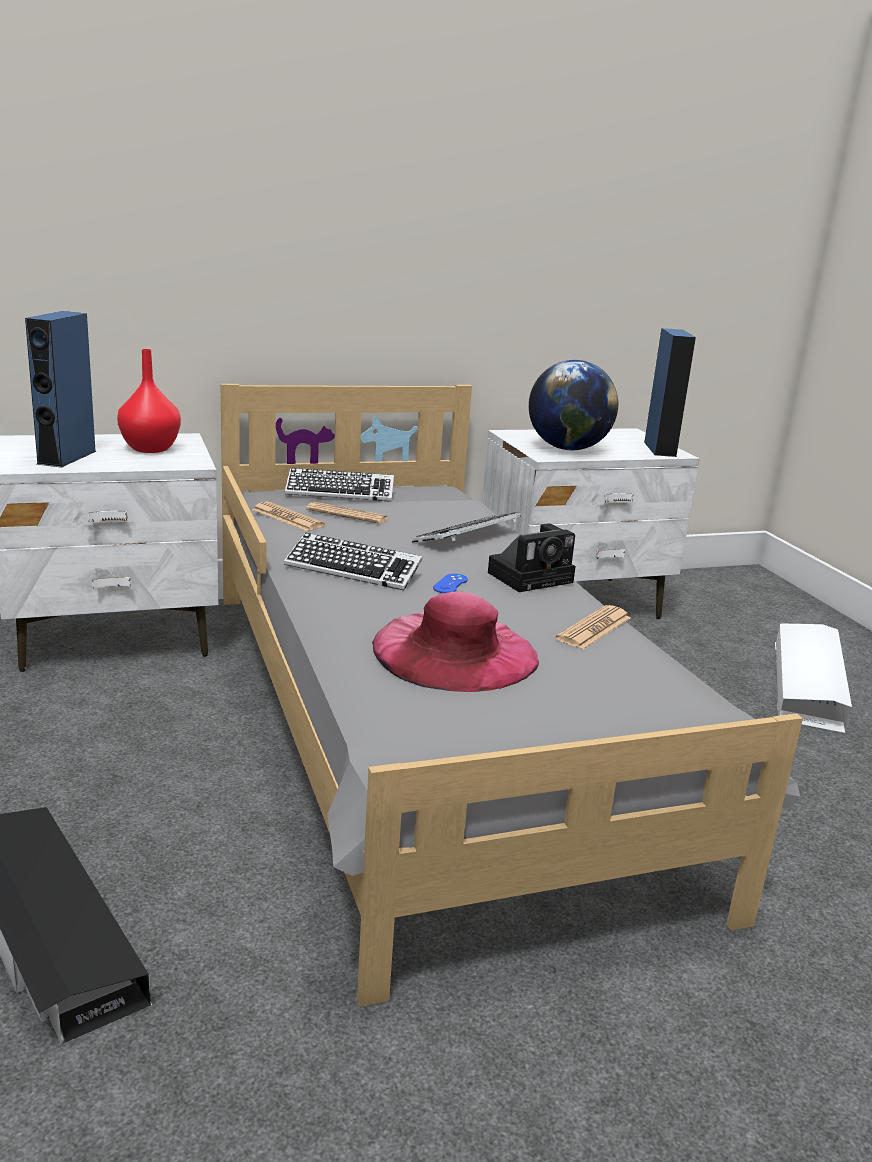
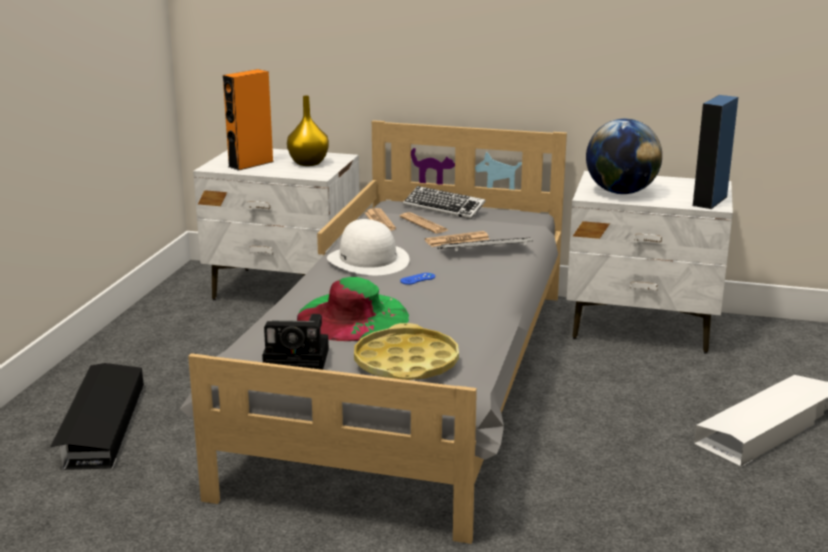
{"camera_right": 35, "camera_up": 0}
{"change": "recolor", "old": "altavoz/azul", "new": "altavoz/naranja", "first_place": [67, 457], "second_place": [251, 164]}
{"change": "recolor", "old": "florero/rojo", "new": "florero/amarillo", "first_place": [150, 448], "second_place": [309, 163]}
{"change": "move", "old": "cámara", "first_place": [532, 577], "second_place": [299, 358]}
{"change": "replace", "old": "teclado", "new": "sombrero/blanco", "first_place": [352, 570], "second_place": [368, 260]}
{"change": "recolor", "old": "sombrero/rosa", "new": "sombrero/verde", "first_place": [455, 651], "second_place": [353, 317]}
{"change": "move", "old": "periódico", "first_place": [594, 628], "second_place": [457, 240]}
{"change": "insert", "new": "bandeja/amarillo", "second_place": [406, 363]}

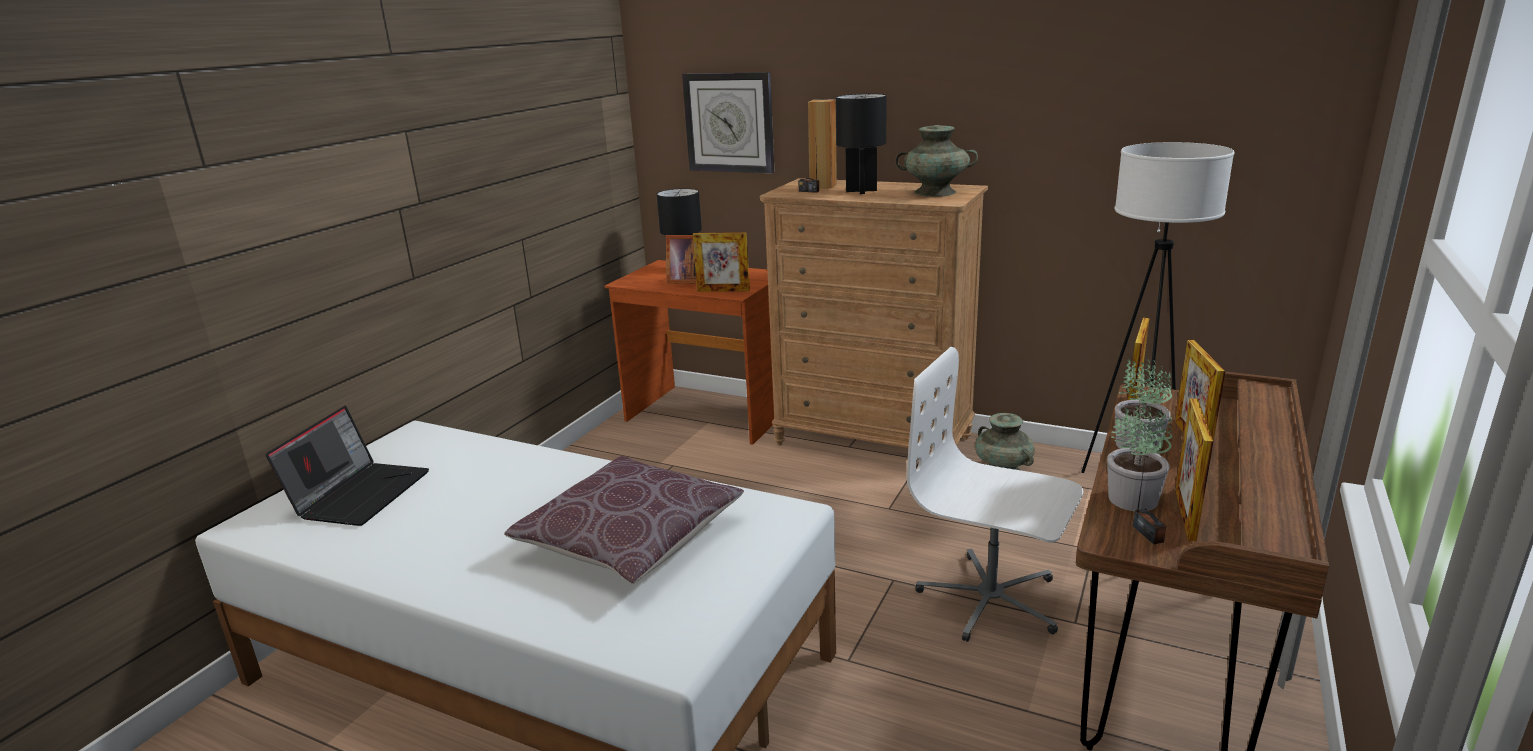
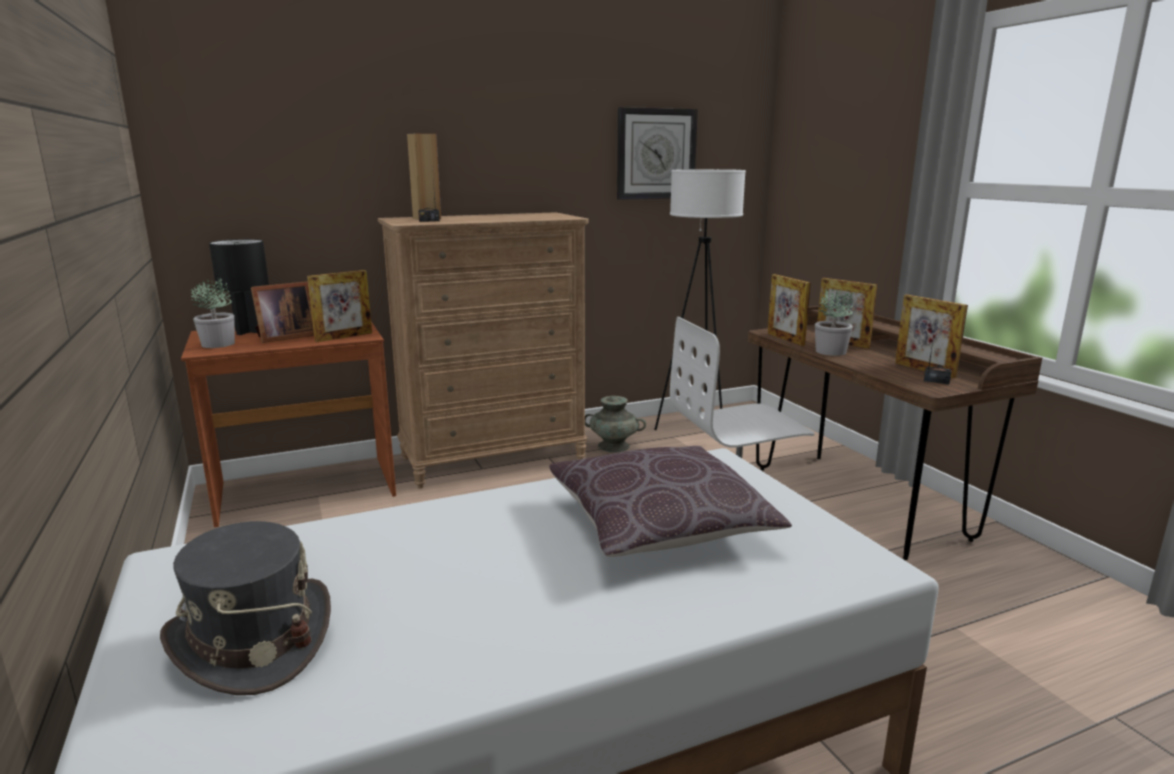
{"camera_right": -50, "camera_up": -5}
{"change": "move", "old": "reloj de pared", "first_place": [729, 122], "second_place": [656, 154]}
{"change": "delete", "old": "lámpara de mesa/negro", "first_place": [860, 191]}
{"change": "delete", "old": "florero/turquesa", "first_place": [935, 192]}
{"change": "move", "old": "planta en maceta", "first_place": [1134, 499], "second_place": [219, 344]}
{"change": "replace", "old": "portátil", "new": "sombrero/gris", "first_place": [360, 493], "second_place": [252, 641]}

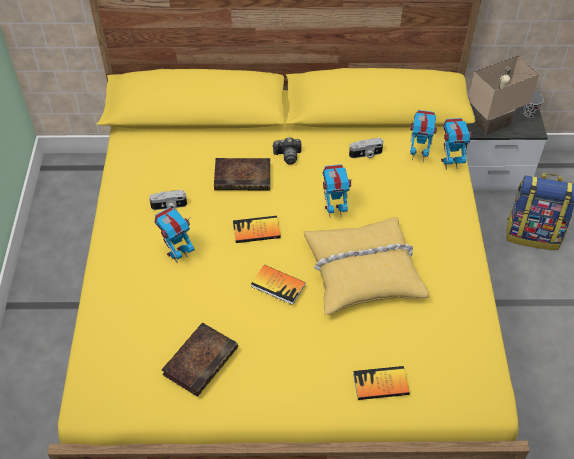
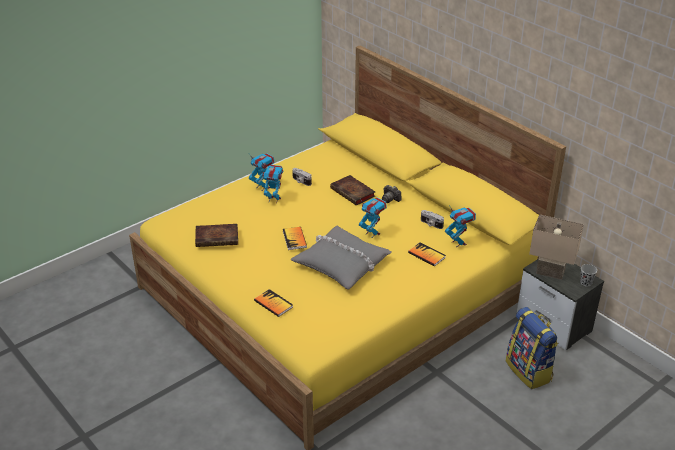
{"camera_right": 50, "camera_up": -15}
{"change": "move", "old": "robot de juguete", "first_place": [450, 163], "second_place": [262, 187]}
{"change": "move", "old": "libro", "first_place": [256, 230], "second_place": [426, 255]}
{"change": "recolor", "old": "cojín/amarillo", "new": "cojín/gris", "first_place": [362, 271], "second_place": [342, 263]}

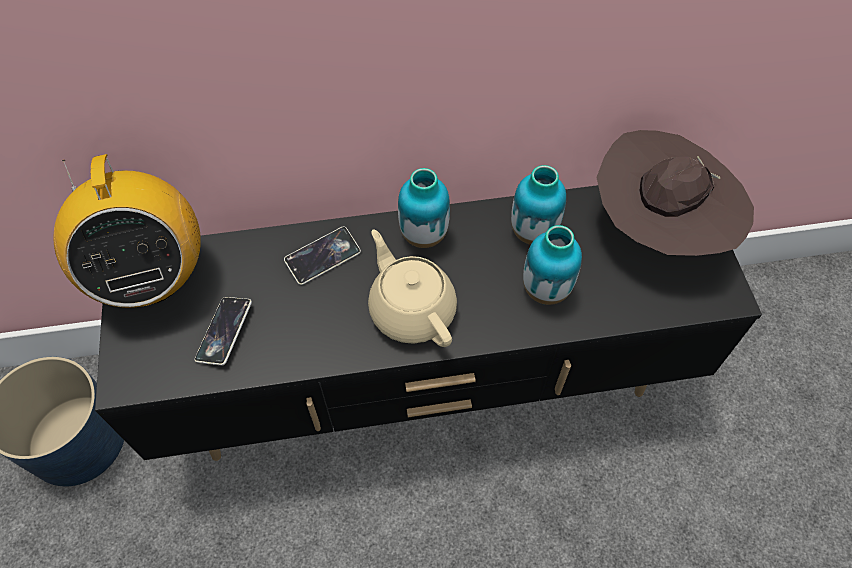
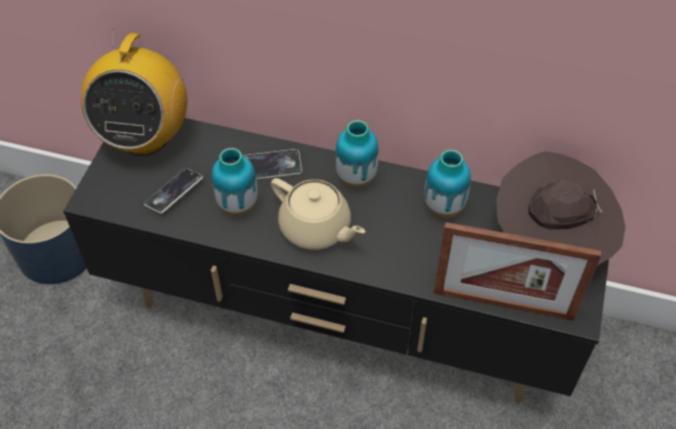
{"camera_right": 25, "camera_up": -5}
{"change": "move", "old": "florero", "first_place": [545, 290], "second_place": [238, 206]}
{"change": "rotate", "old": "tetera/beis", "first_place": [411, 310], "second_place": [316, 228], "degrees": 135}
{"change": "insert", "new": "portarretratos", "second_place": [503, 304]}

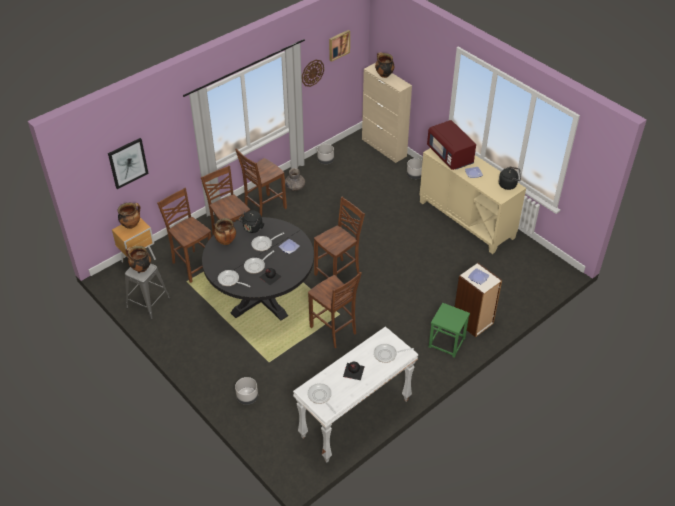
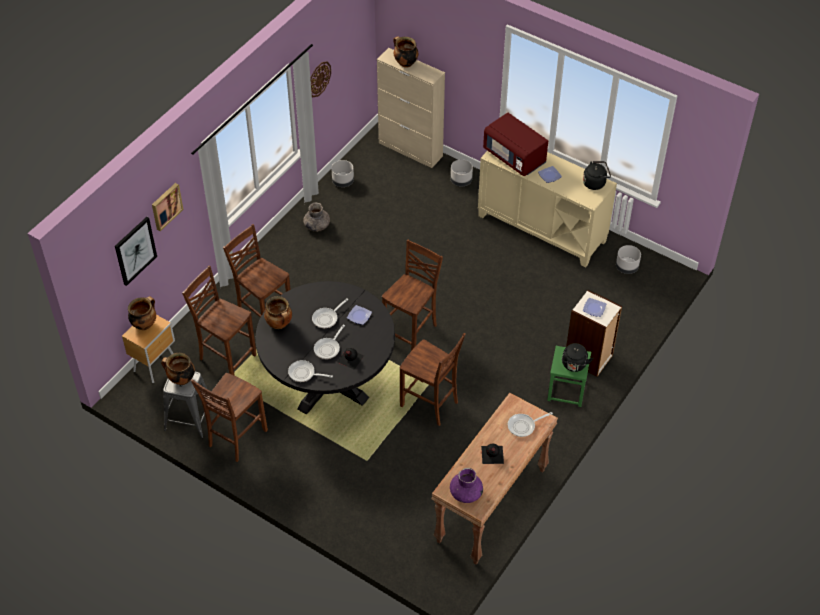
{"camera_right": -15, "camera_up": 5}
{"change": "move", "old": "cuadro", "first_place": [338, 45], "second_place": [166, 206]}
{"change": "move", "old": "silla/marrón", "first_place": [264, 209], "second_place": [236, 438]}
{"change": "move", "old": "hervidor/negro", "first_place": [252, 228], "second_place": [574, 365]}
{"change": "recolor", "old": "mesa consola/blanco", "new": "mesa consola/marrón", "first_place": [355, 419], "second_place": [492, 506]}
{"change": "move", "old": "maceta/gris", "first_place": [247, 397], "second_place": [627, 267]}
{"change": "replace", "old": "sartén", "new": "florero/morado", "first_place": [320, 397], "second_place": [465, 493]}

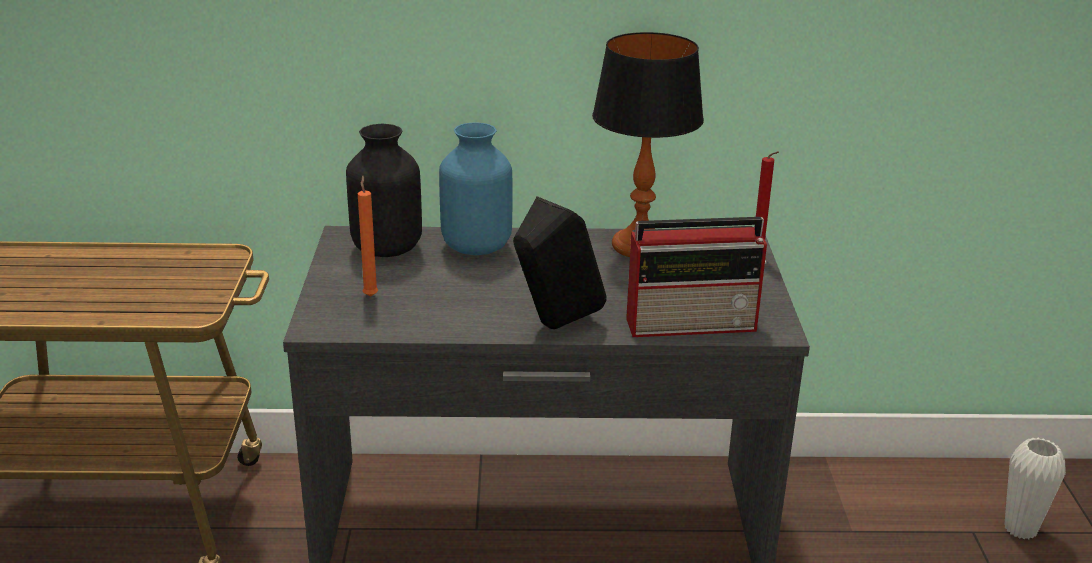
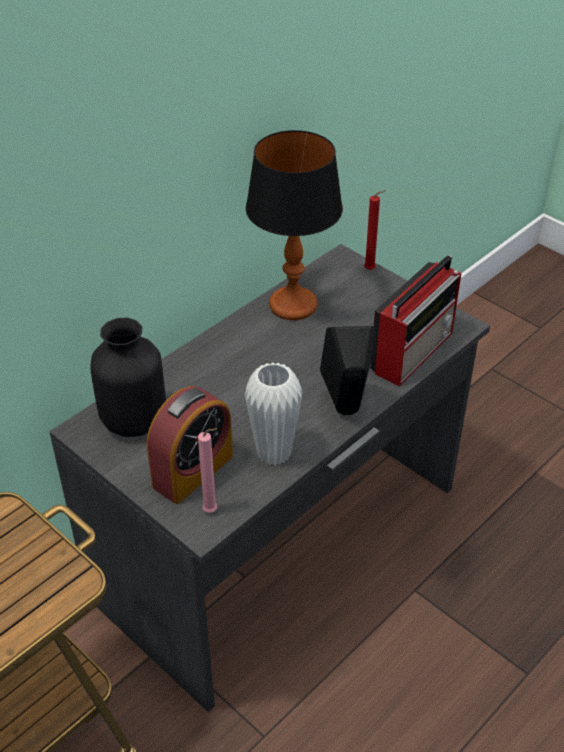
{"camera_right": -45, "camera_up": 15}
{"change": "delete", "old": "florero/azul", "first_place": [475, 247]}
{"change": "replace", "old": "vela/naranja", "new": "despertador", "first_place": [370, 295], "second_place": [193, 471]}
{"change": "move", "old": "florero/blanco", "first_place": [1020, 529], "second_place": [274, 453]}
{"change": "insert", "new": "vela/rosa", "second_place": [212, 511]}

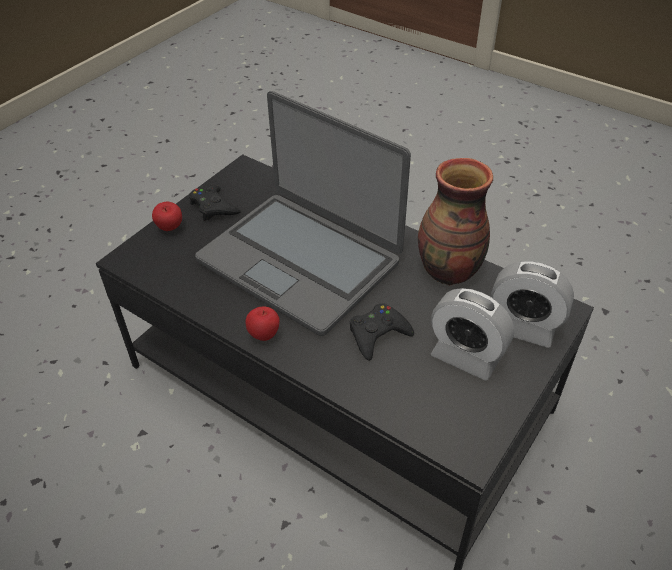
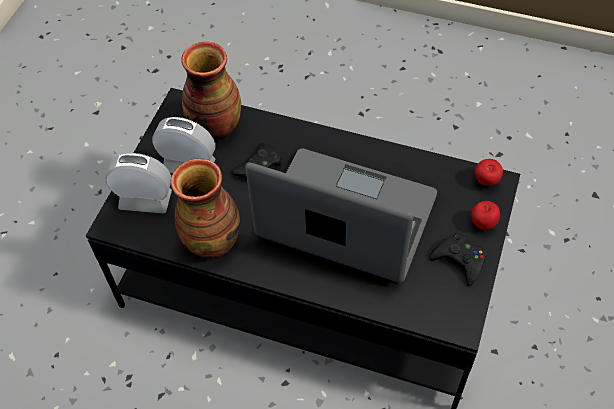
{"camera_right": 165, "camera_up": 10}
{"change": "move", "old": "manzana", "first_place": [264, 335], "second_place": [486, 181]}
{"change": "insert", "new": "florero", "second_place": [214, 127]}

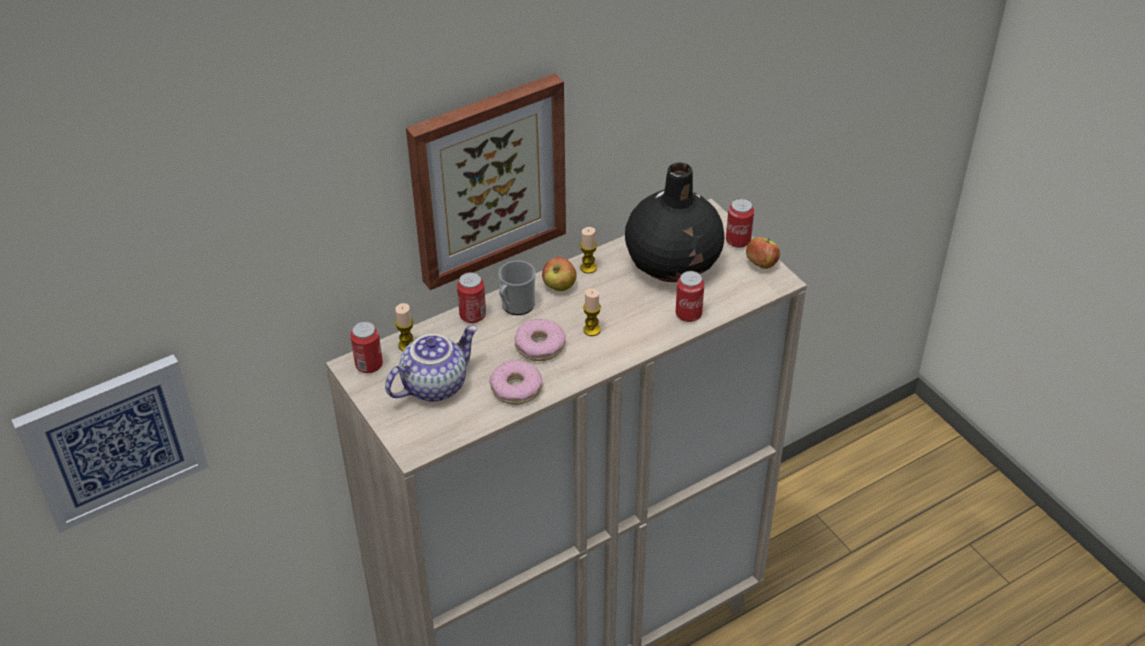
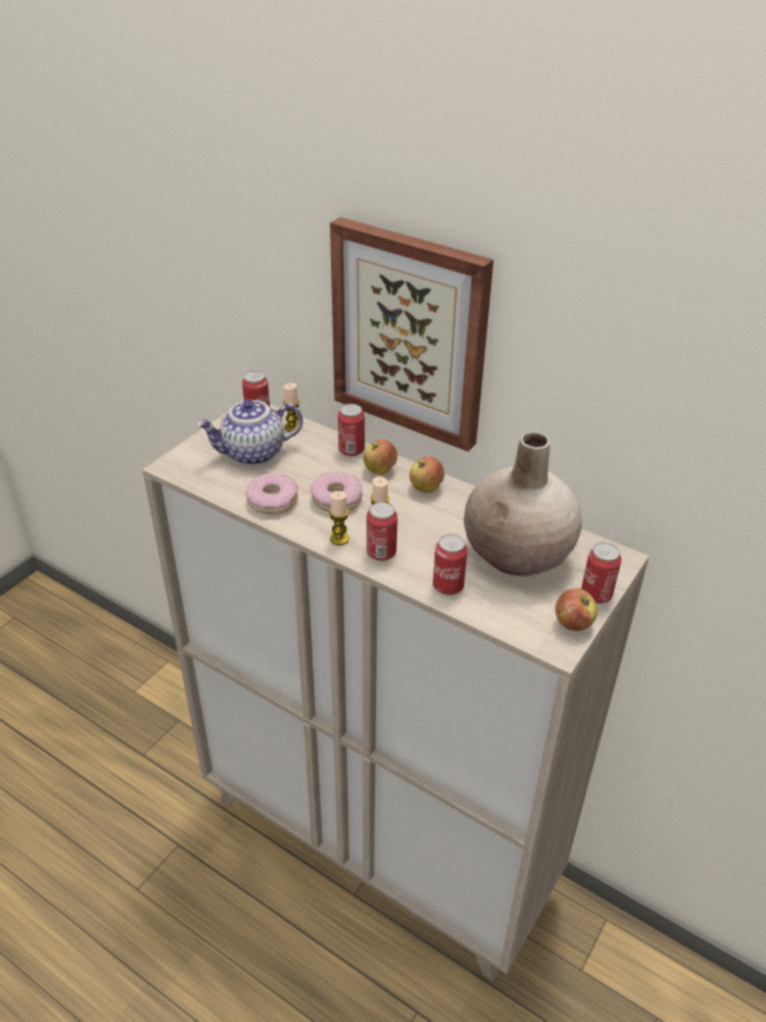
{"camera_right": 65, "camera_up": -5}
{"change": "recolor", "old": "florero/negro", "new": "florero/beis", "first_place": [673, 264], "second_place": [518, 554]}
{"change": "move", "old": "vela", "first_place": [588, 268], "second_place": [339, 539]}
{"change": "replace", "old": "taza grande", "new": "manzana", "first_place": [515, 306], "second_place": [380, 470]}
{"change": "rotate", "old": "tetera", "first_place": [434, 384], "second_place": [253, 454], "degrees": 135}
{"change": "delete", "old": "cuadro", "first_place": [113, 440]}
{"change": "insert", "new": "lata", "second_place": [381, 552]}

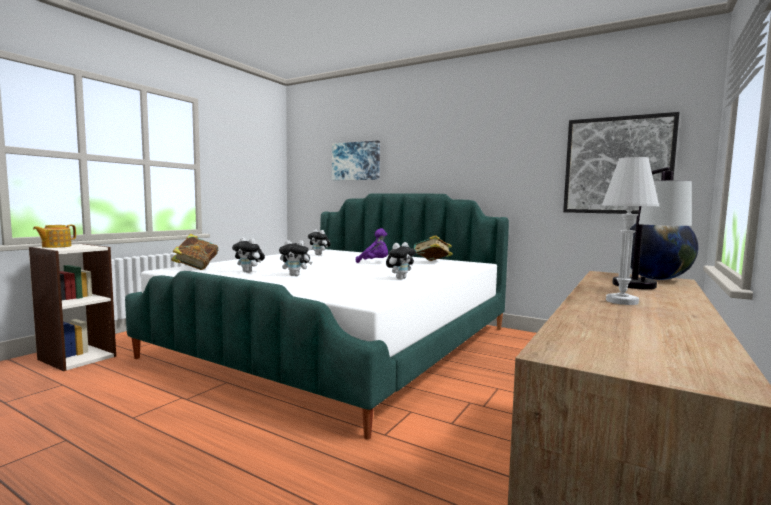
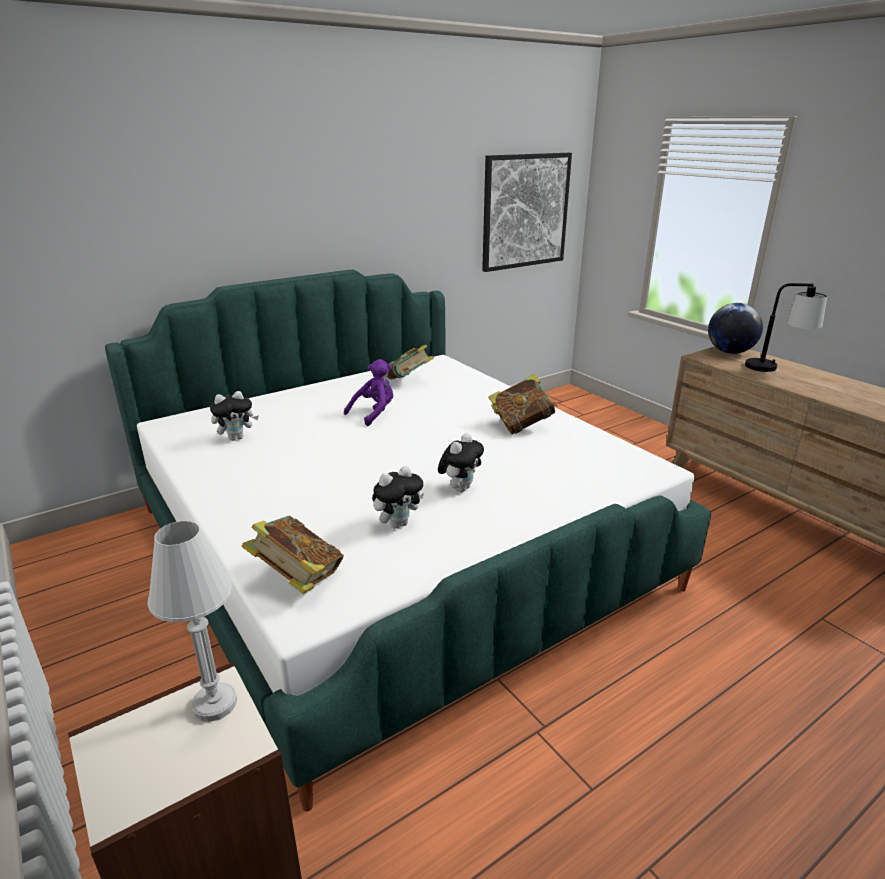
{"camera_right": -65, "camera_up": 20}
{"change": "delete", "old": "cuadro", "first_place": [356, 161]}
{"change": "move", "old": "lámpara de mesa/blanco", "first_place": [621, 301], "second_place": [214, 704]}
{"change": "delete", "old": "tetera", "first_place": [56, 246]}
{"change": "replace", "old": "peluche", "new": "libro", "first_place": [400, 278], "second_place": [521, 425]}

